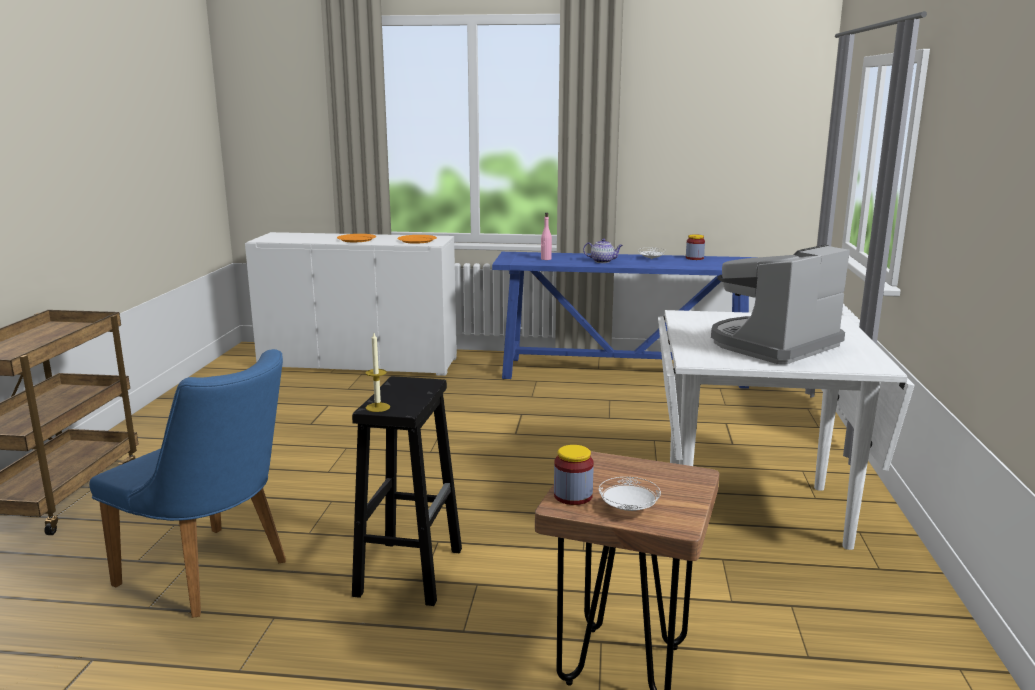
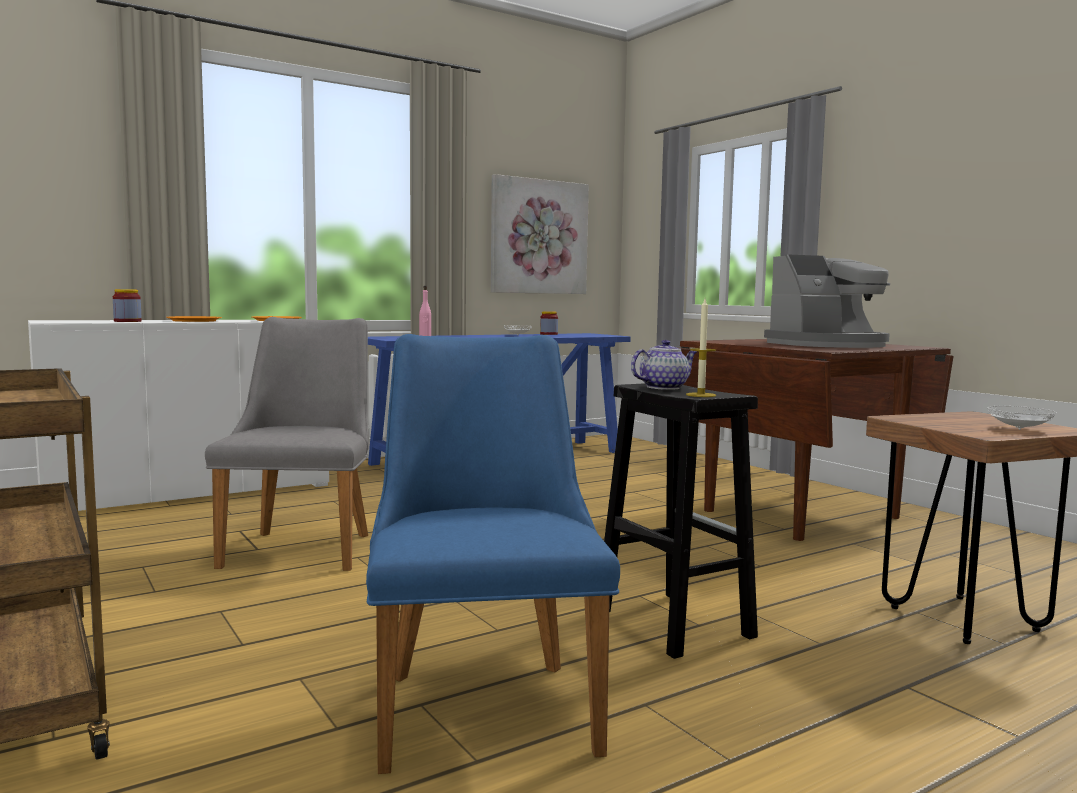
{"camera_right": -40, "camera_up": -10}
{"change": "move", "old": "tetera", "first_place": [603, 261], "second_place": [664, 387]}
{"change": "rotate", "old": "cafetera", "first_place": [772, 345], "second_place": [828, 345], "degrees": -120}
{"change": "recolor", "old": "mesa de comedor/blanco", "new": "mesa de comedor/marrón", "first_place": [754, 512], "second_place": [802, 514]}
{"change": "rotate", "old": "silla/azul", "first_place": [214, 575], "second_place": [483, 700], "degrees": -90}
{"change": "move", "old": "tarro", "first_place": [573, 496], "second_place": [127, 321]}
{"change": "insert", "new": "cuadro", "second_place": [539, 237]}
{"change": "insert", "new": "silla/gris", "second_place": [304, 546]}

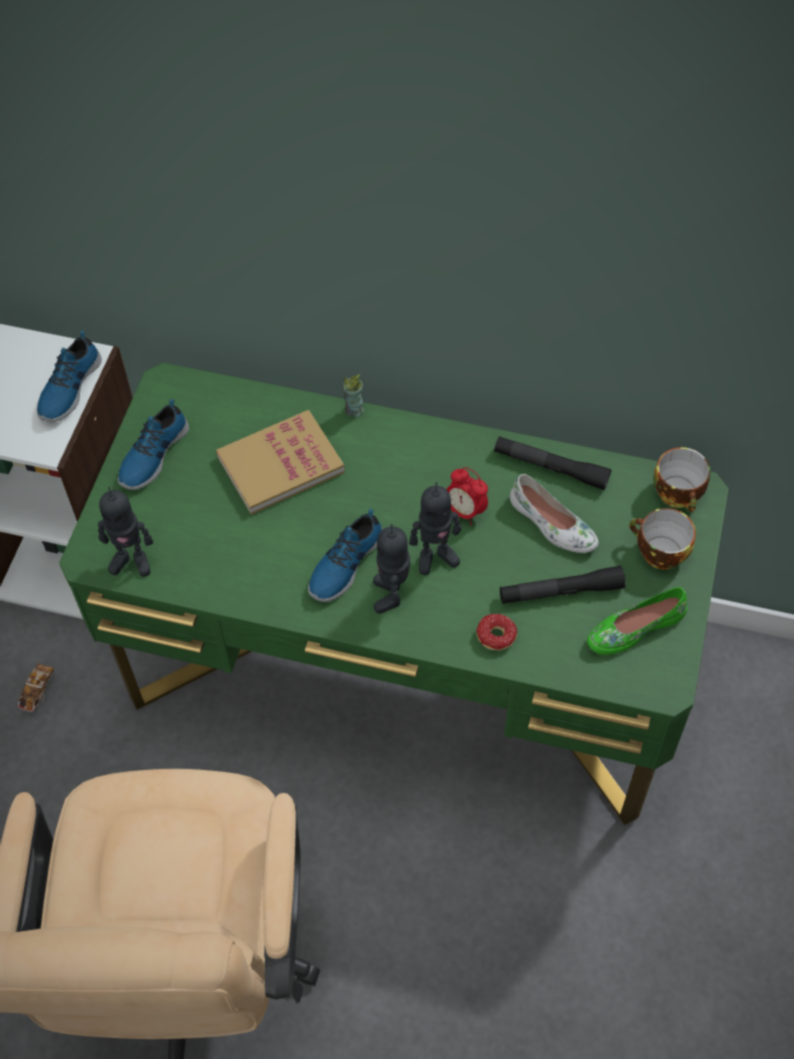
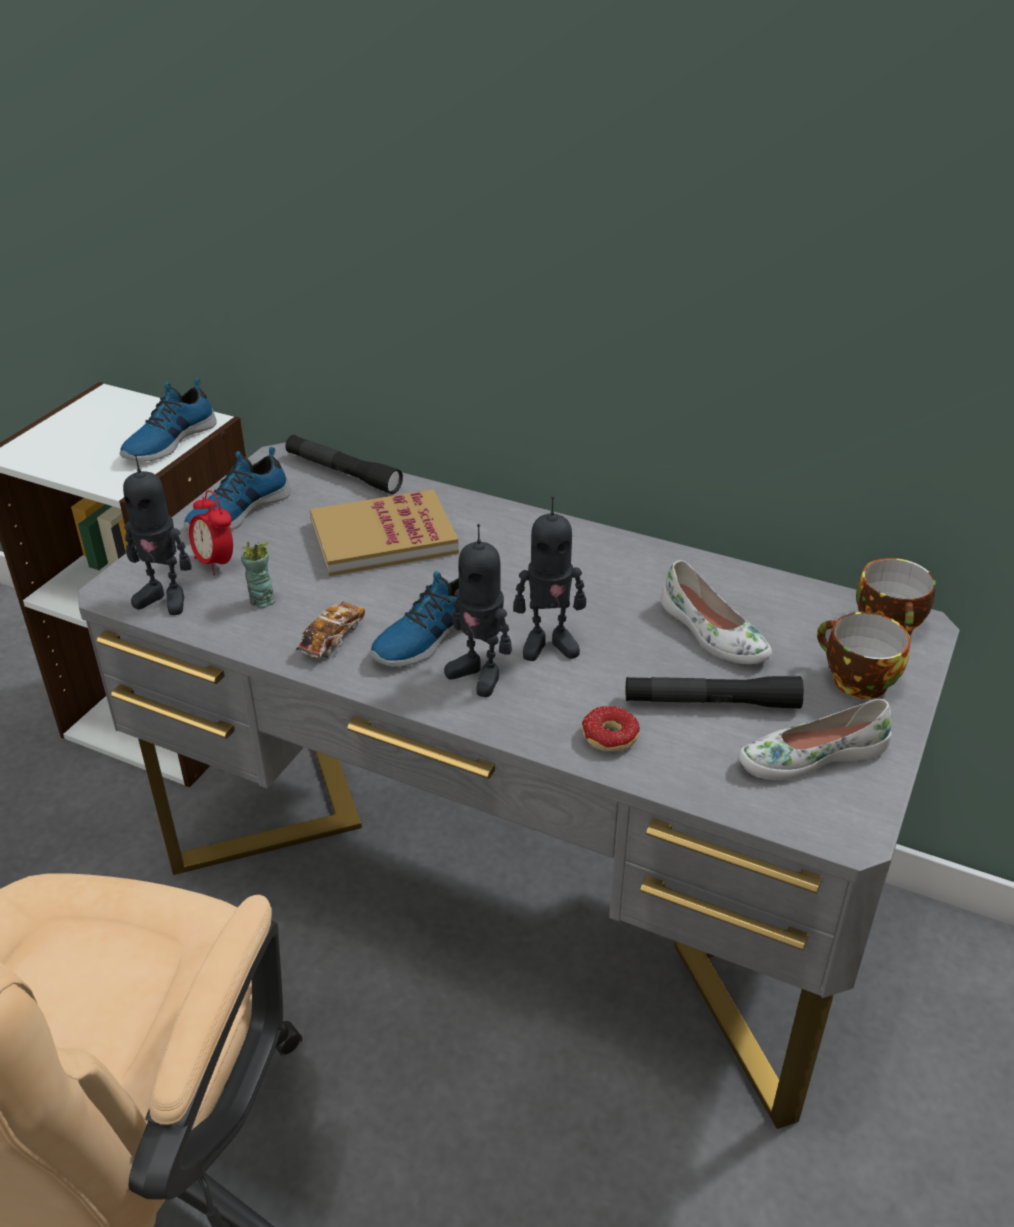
{"camera_right": 10, "camera_up": -20}
{"change": "recolor", "old": "escritorio/verde", "new": "escritorio/gris", "first_place": [401, 671], "second_place": [509, 886]}
{"change": "move", "old": "taza", "first_place": [354, 410], "second_place": [262, 600]}
{"change": "move", "old": "linterna/negro", "first_place": [551, 467], "second_place": [343, 473]}
{"change": "move", "old": "despertador", "first_place": [465, 511], "second_place": [215, 563]}
{"change": "rotate", "old": "robot de juguete", "first_place": [391, 594], "second_place": [479, 674], "degrees": -60}
{"change": "recolor", "old": "zapato/verde", "new": "zapato/blanco", "first_place": [634, 627], "second_place": [811, 755]}
{"change": "move", "old": "coche de juguete", "first_place": [37, 692], "second_place": [332, 640]}

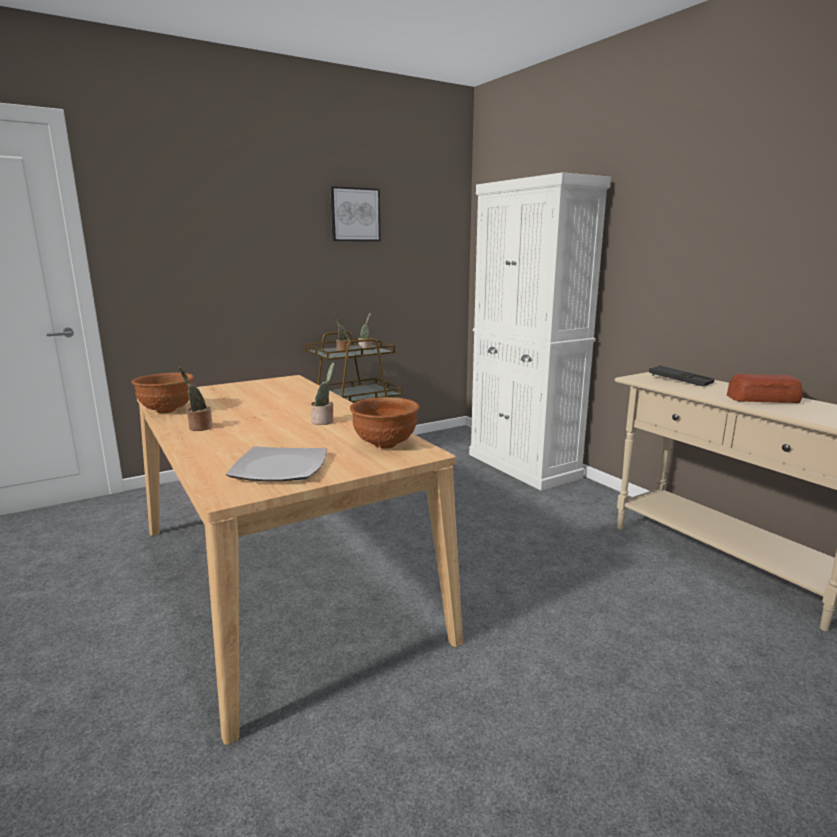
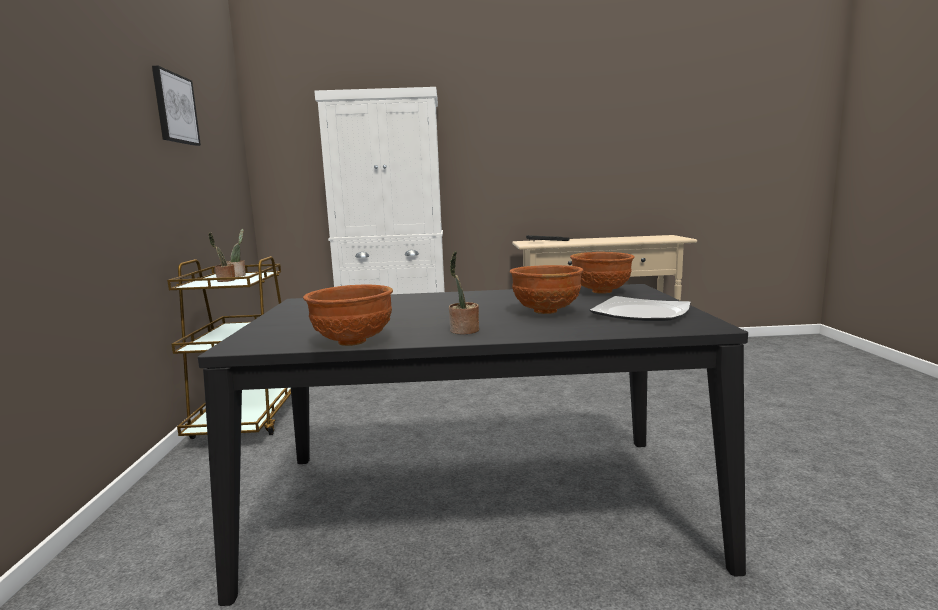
{"camera_right": -60, "camera_up": -5}
{"change": "delete", "old": "planta en maceta", "first_place": [324, 422]}
{"change": "delete", "old": "pan", "first_place": [763, 399]}
{"change": "recolor", "old": "mesa de comedor/beis", "new": "mesa de comedor/negro", "first_place": [281, 579], "second_place": [478, 505]}
{"change": "insert", "new": "cuenco/marrón", "second_place": [546, 311]}

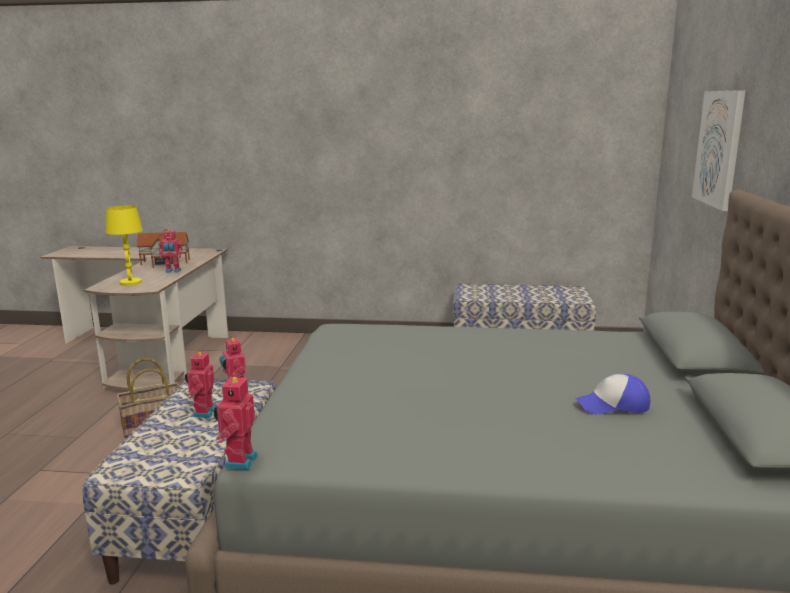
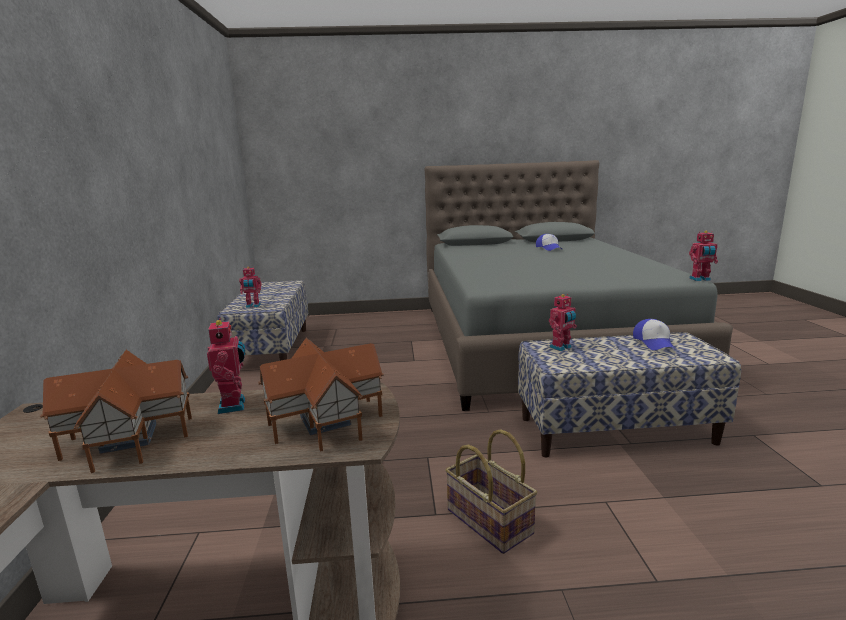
{"camera_right": -100, "camera_up": 0}
{"change": "delete", "old": "cuadro", "first_place": [719, 148]}
{"change": "replace", "old": "lámpara de mesa/amarillo", "new": "casita", "first_place": [130, 282], "second_place": [324, 421]}
{"change": "move", "old": "robot de juguete", "first_place": [203, 412], "second_place": [253, 306]}
{"change": "insert", "new": "gorra", "second_place": [654, 342]}

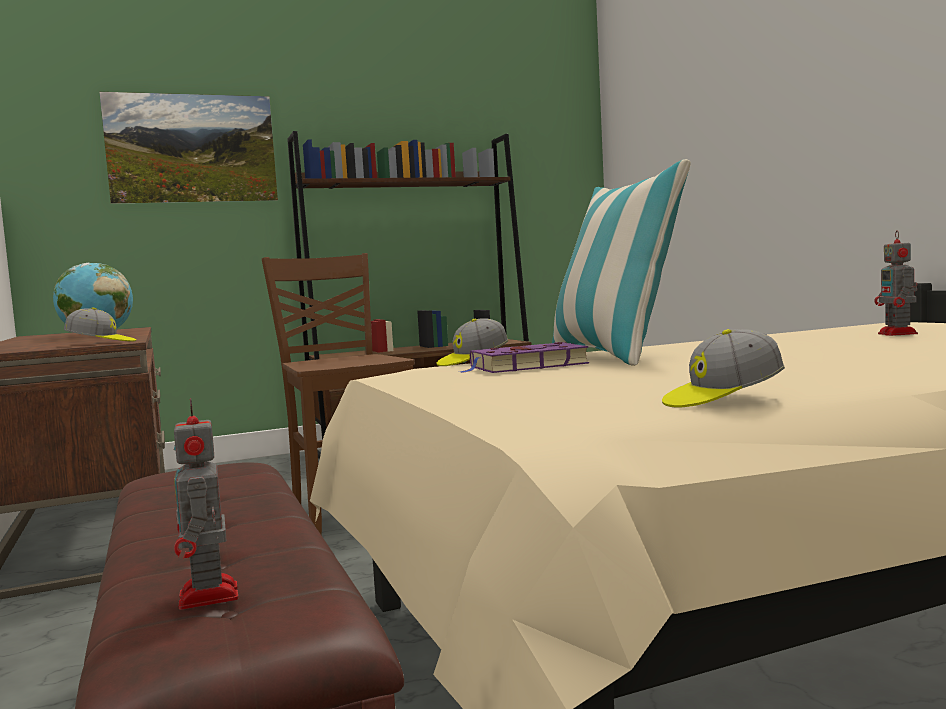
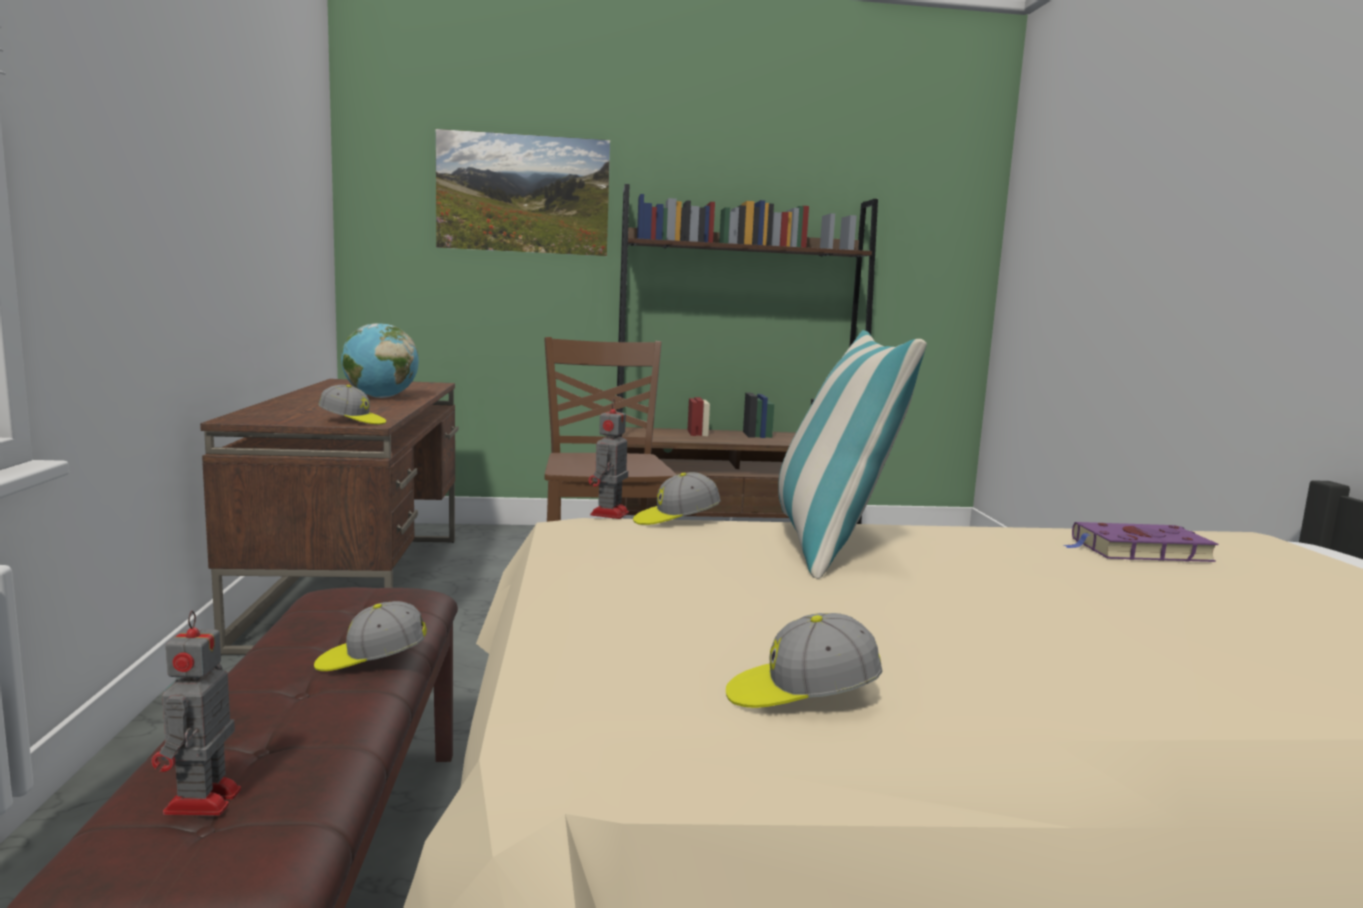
{"camera_right": 15, "camera_up": 5}
{"change": "move", "old": "robot de juguete", "first_place": [898, 334], "second_place": [609, 514]}
{"change": "move", "old": "libro/morado", "first_place": [525, 366], "second_place": [1137, 550]}
{"change": "insert", "new": "gorra", "second_place": [371, 661]}

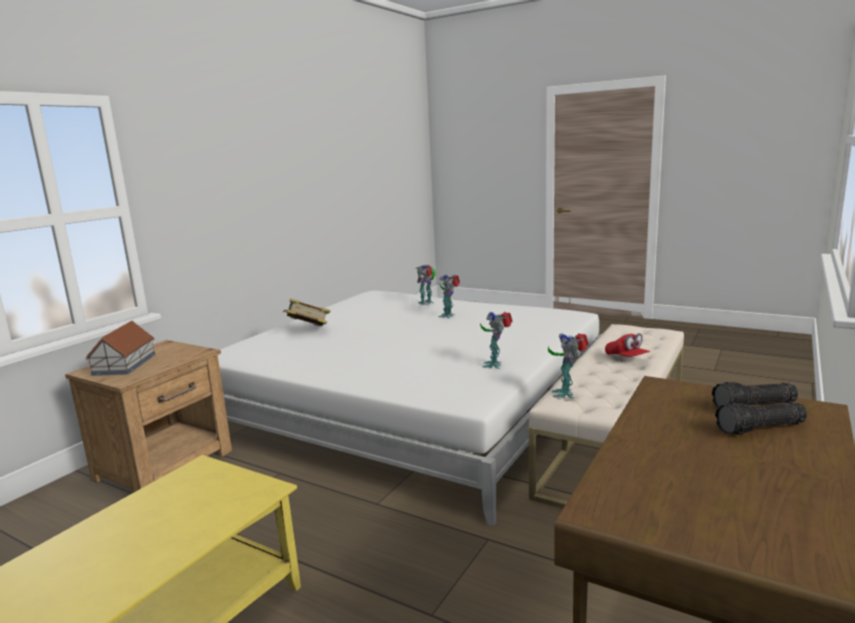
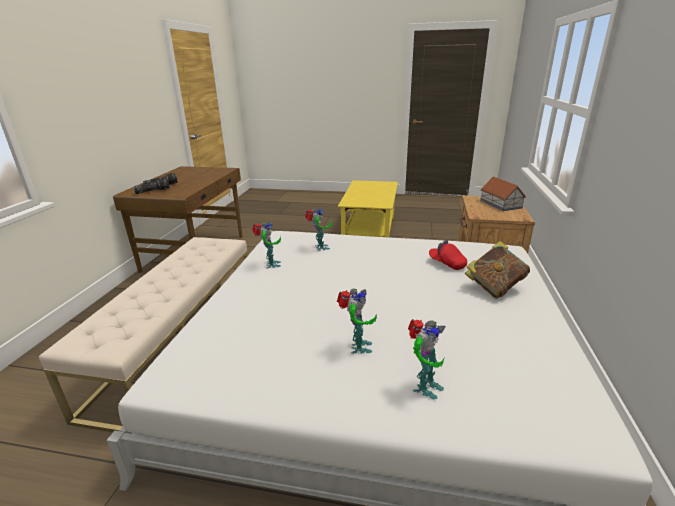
{"camera_right": 160, "camera_up": 10}
{"change": "move", "old": "robot de juguete", "first_place": [566, 393], "second_place": [320, 248]}
{"change": "move", "old": "gorra/rojo", "first_place": [626, 358], "second_place": [447, 263]}

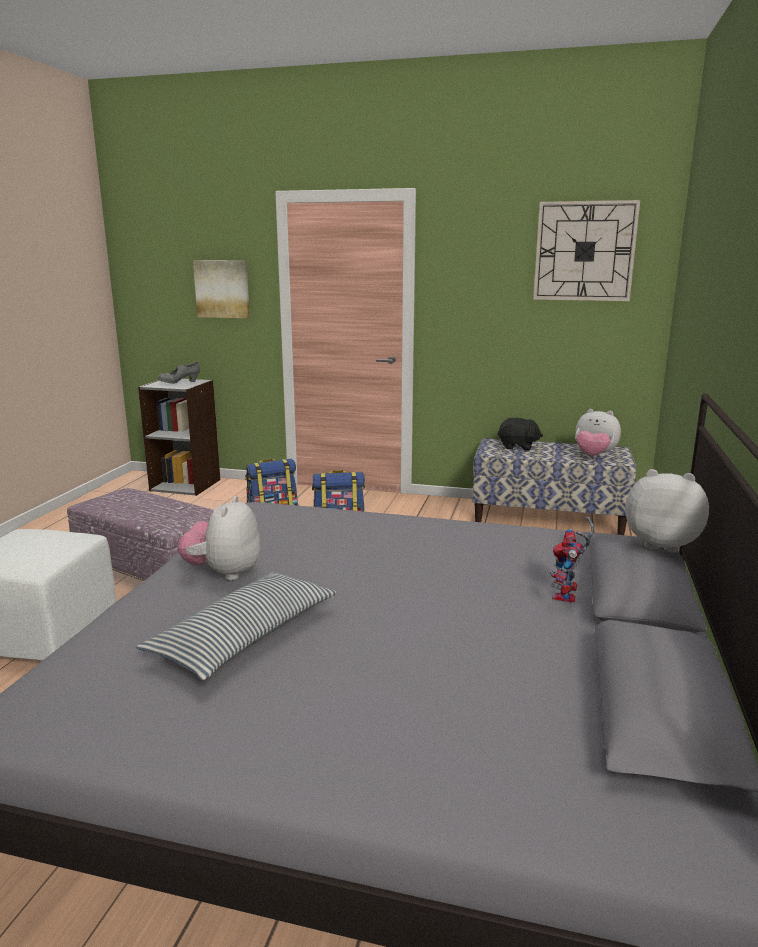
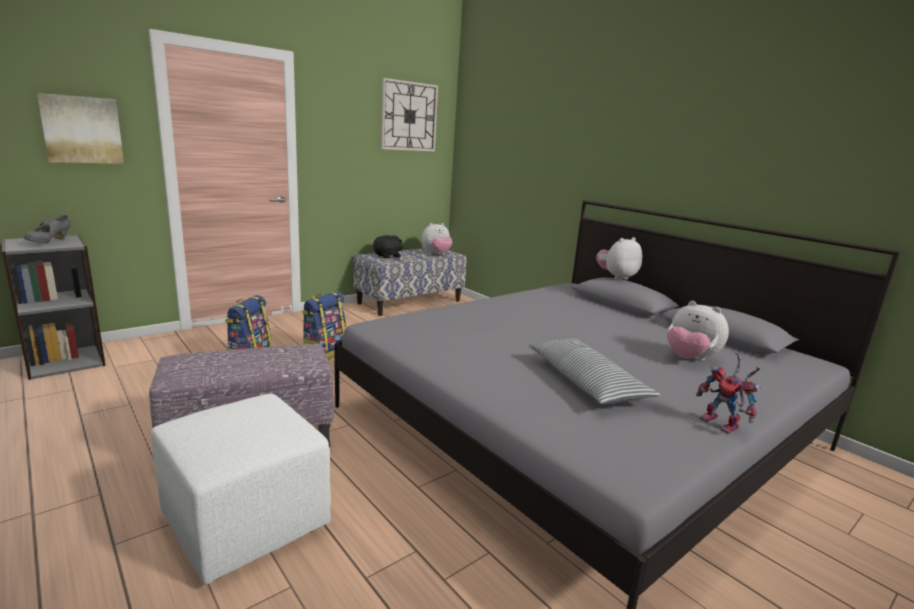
{"camera_right": -55, "camera_up": 0}
{"change": "move", "old": "peluche", "first_place": [224, 573], "second_place": [690, 359]}
{"change": "move", "old": "robot de juguete", "first_place": [567, 595], "second_place": [723, 424]}

